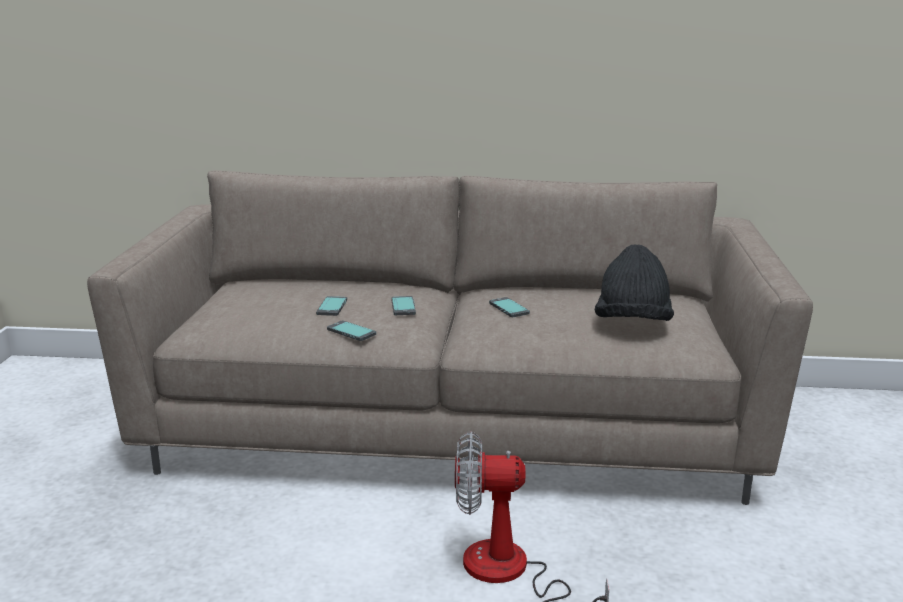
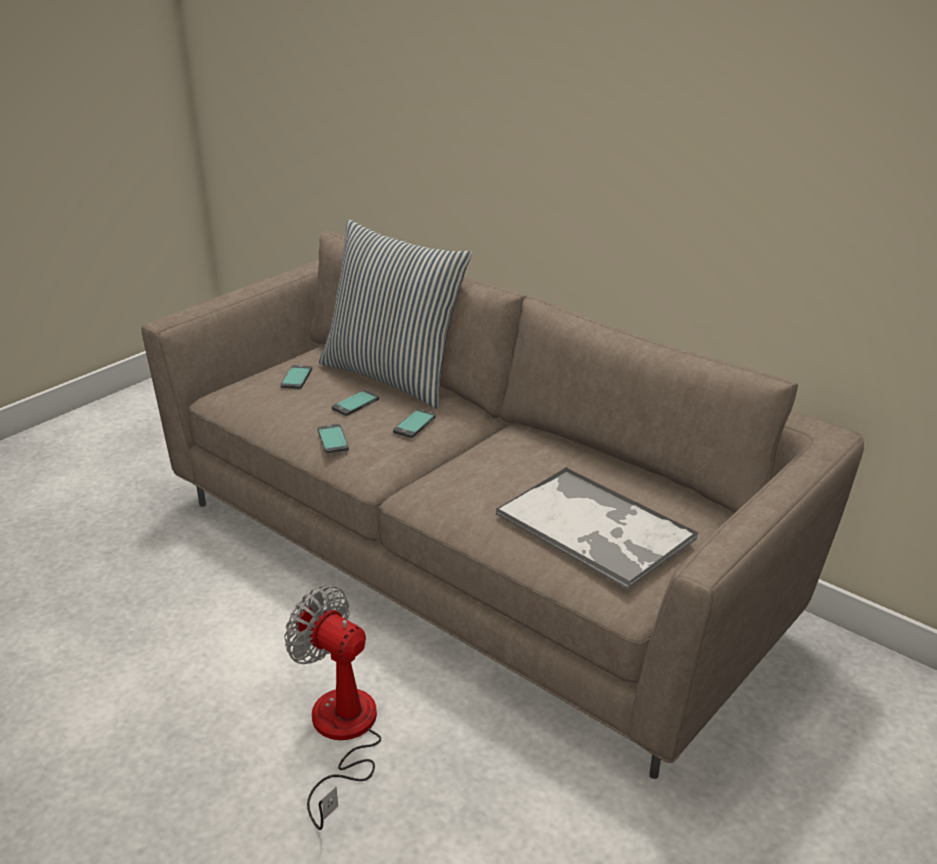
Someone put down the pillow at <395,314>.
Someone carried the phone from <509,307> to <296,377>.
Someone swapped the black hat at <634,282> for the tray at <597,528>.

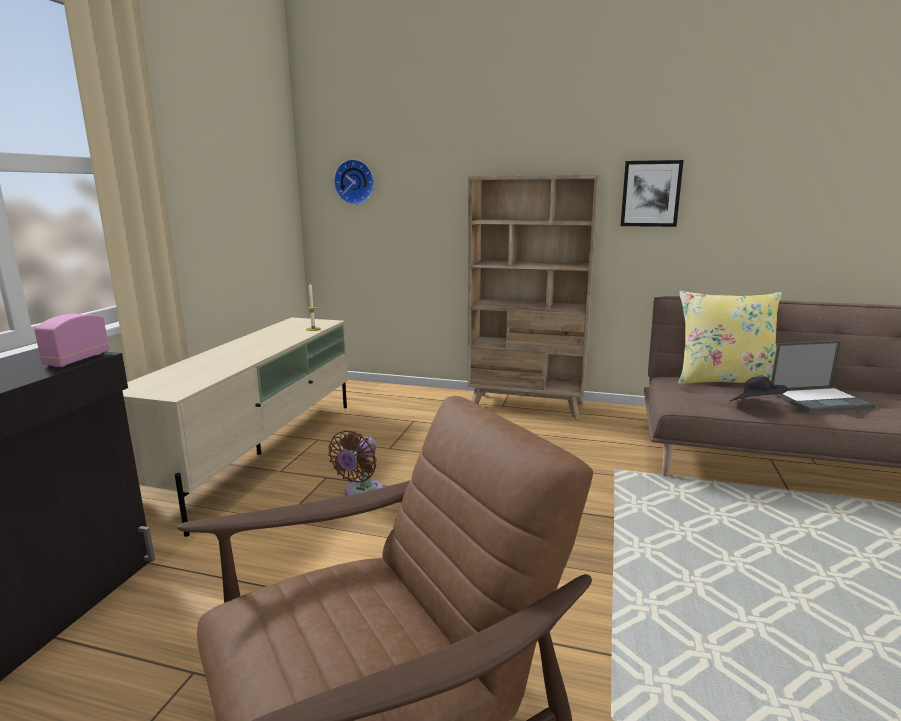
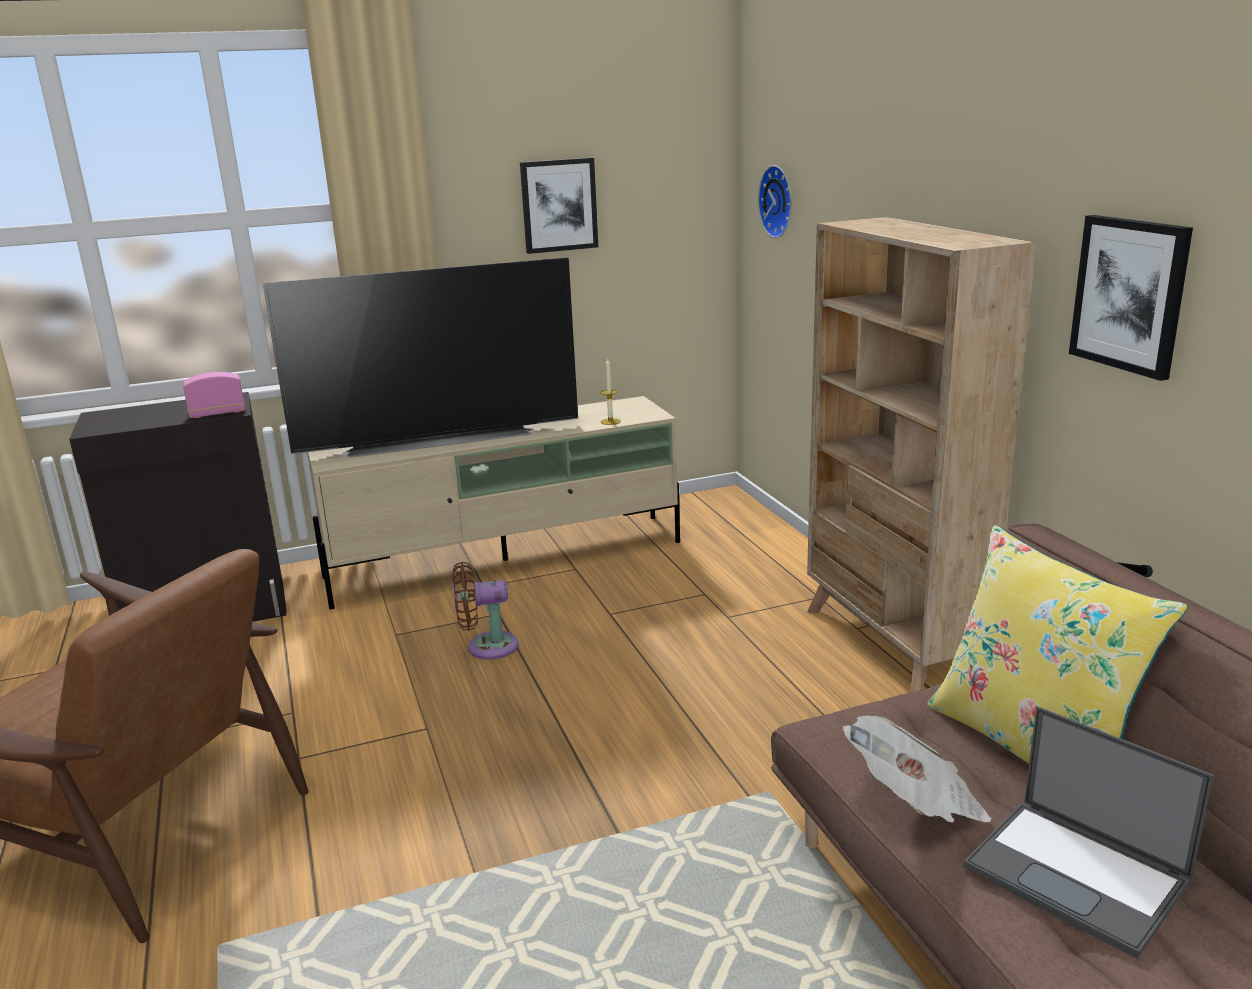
Someone put down the television at <420,357>.
Someone put up the picture at <559,206>.
Someone swapped the black hat at <758,389> for the newspaper at <917,769>.

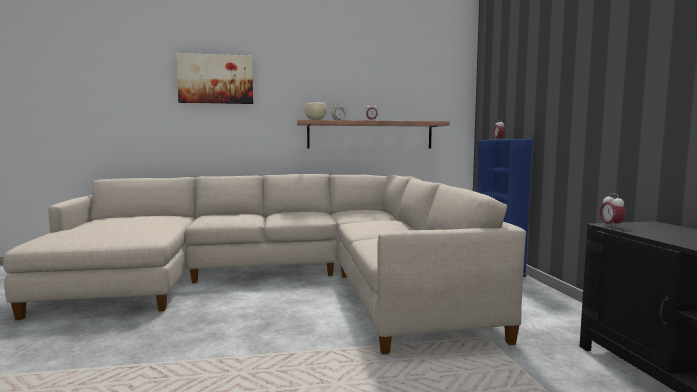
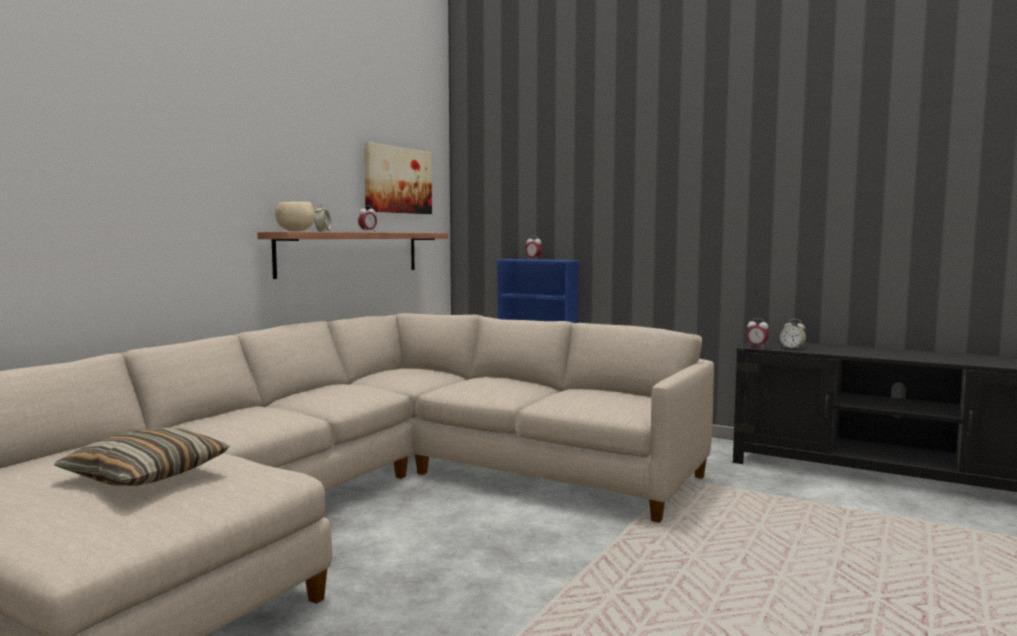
Someone put down the pillow at <141,456>.
Someone put down the alarm clock at <793,334>.
Someone carried the picture from <214,78> to <398,178>.

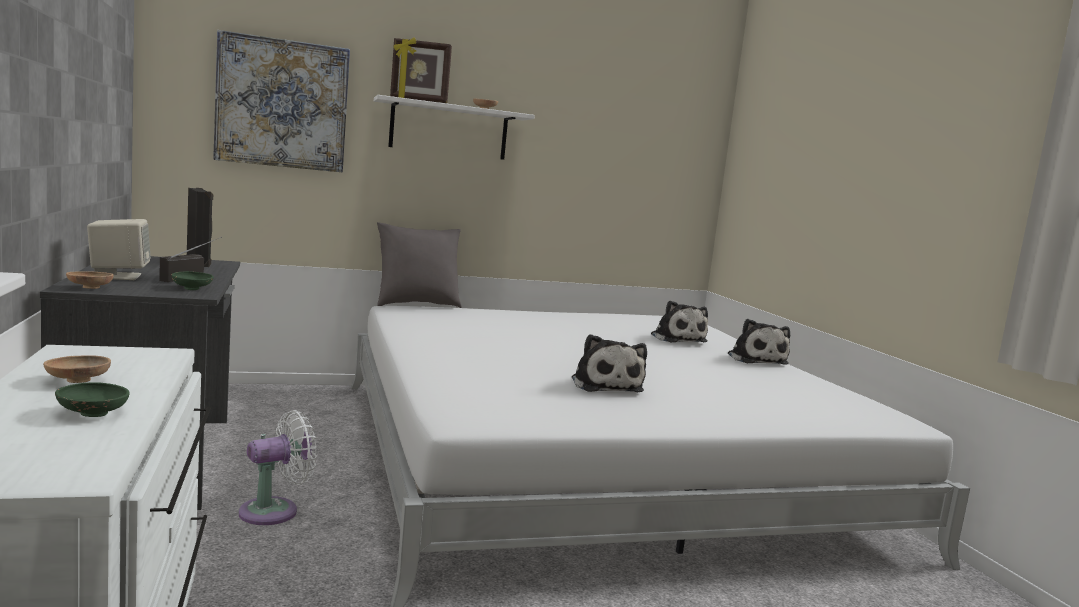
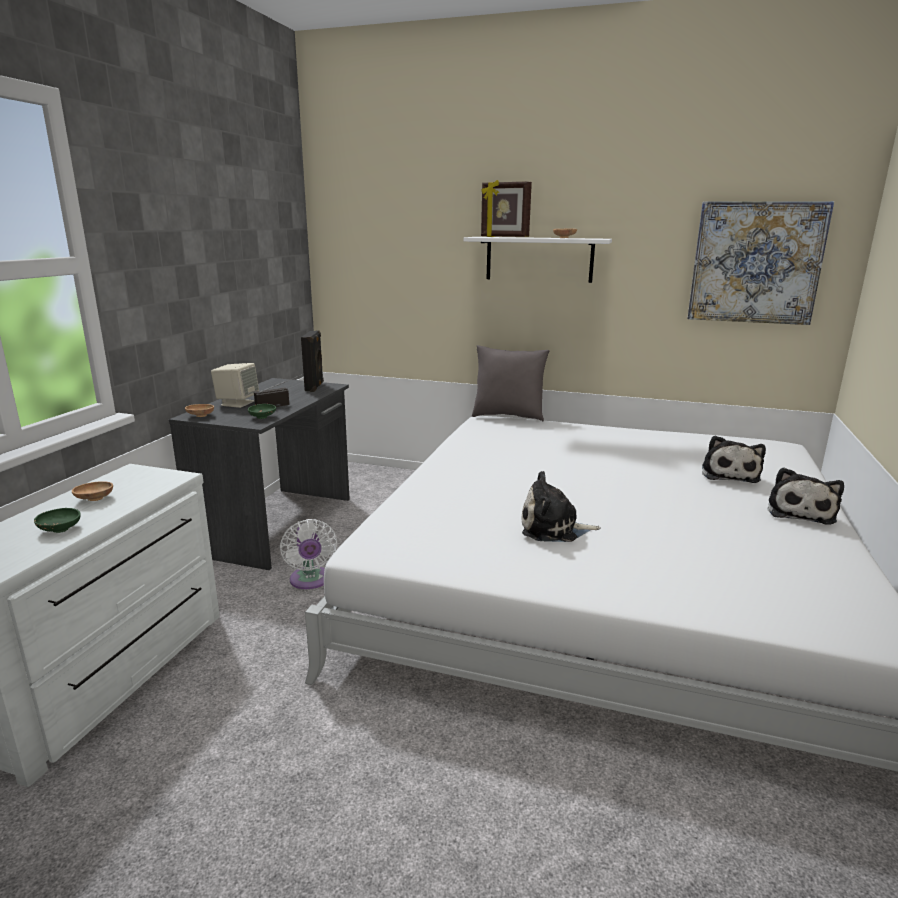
Someone carried the picture from <281,101> to <760,263>.
Someone rotated the white fan at <278,467> by 75 degrees clockwise.
Someone rotated the plush toy at <609,363> by 75 degrees clockwise.

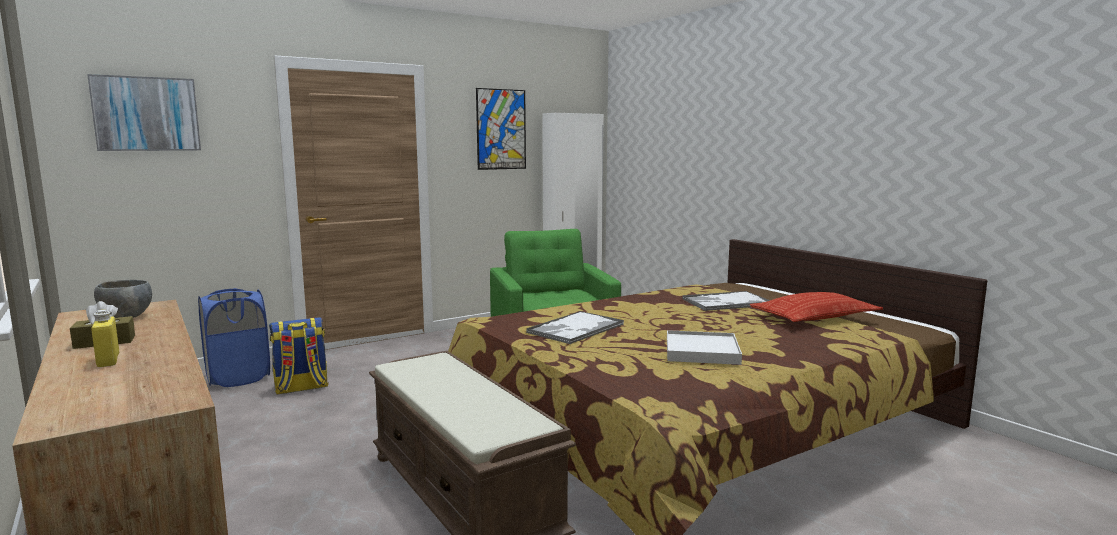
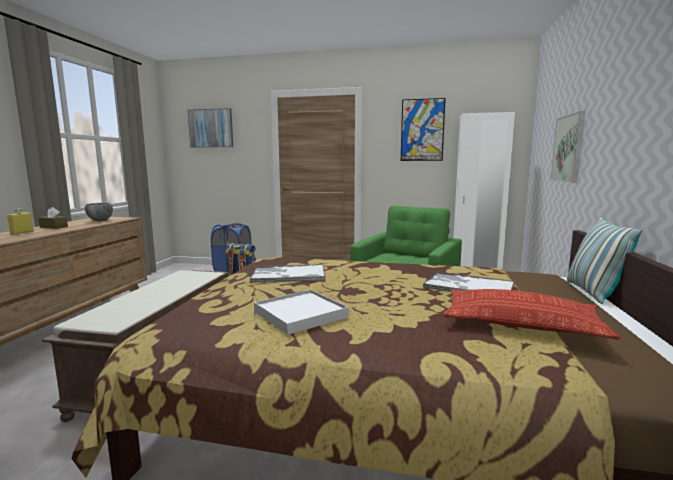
Someone put up the picture at <567,147>.
Someone put down the pillow at <605,260>.

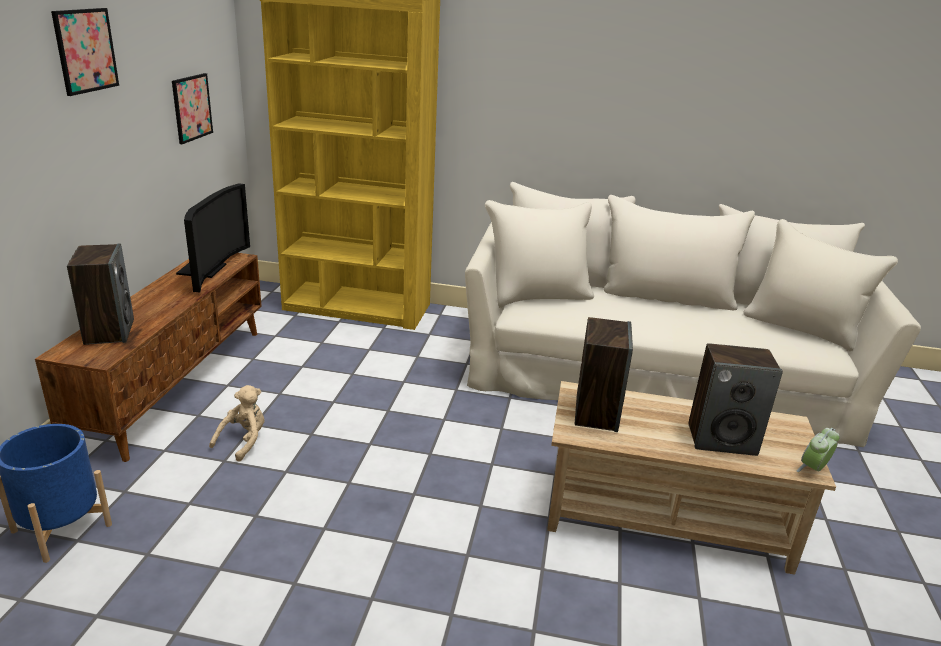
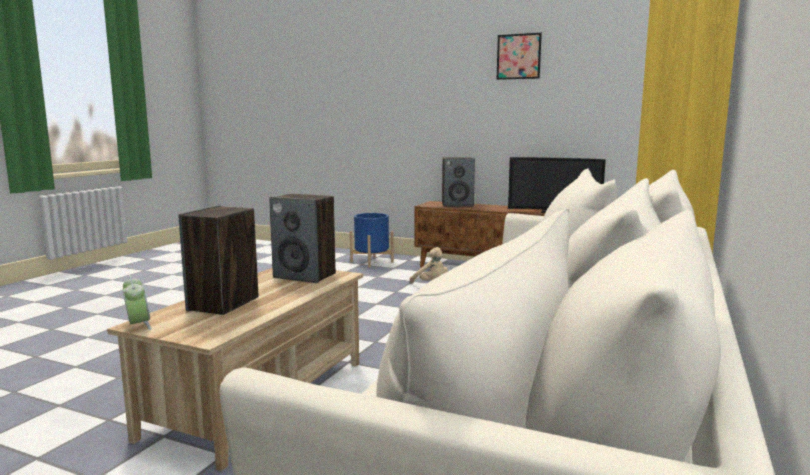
Someone took away the picture at <192,108>.

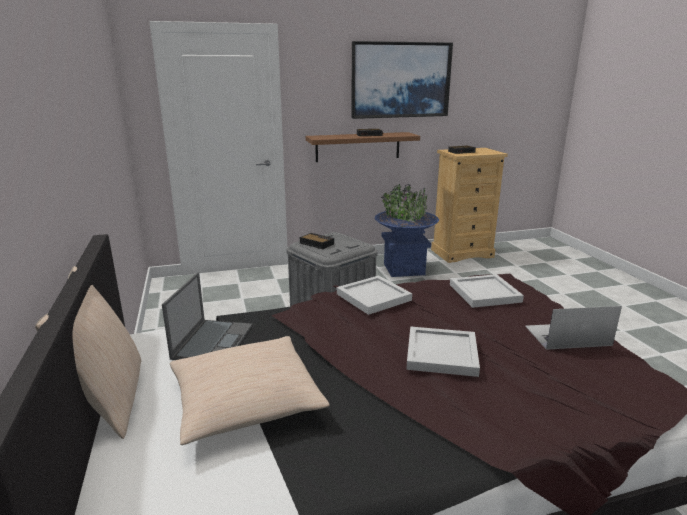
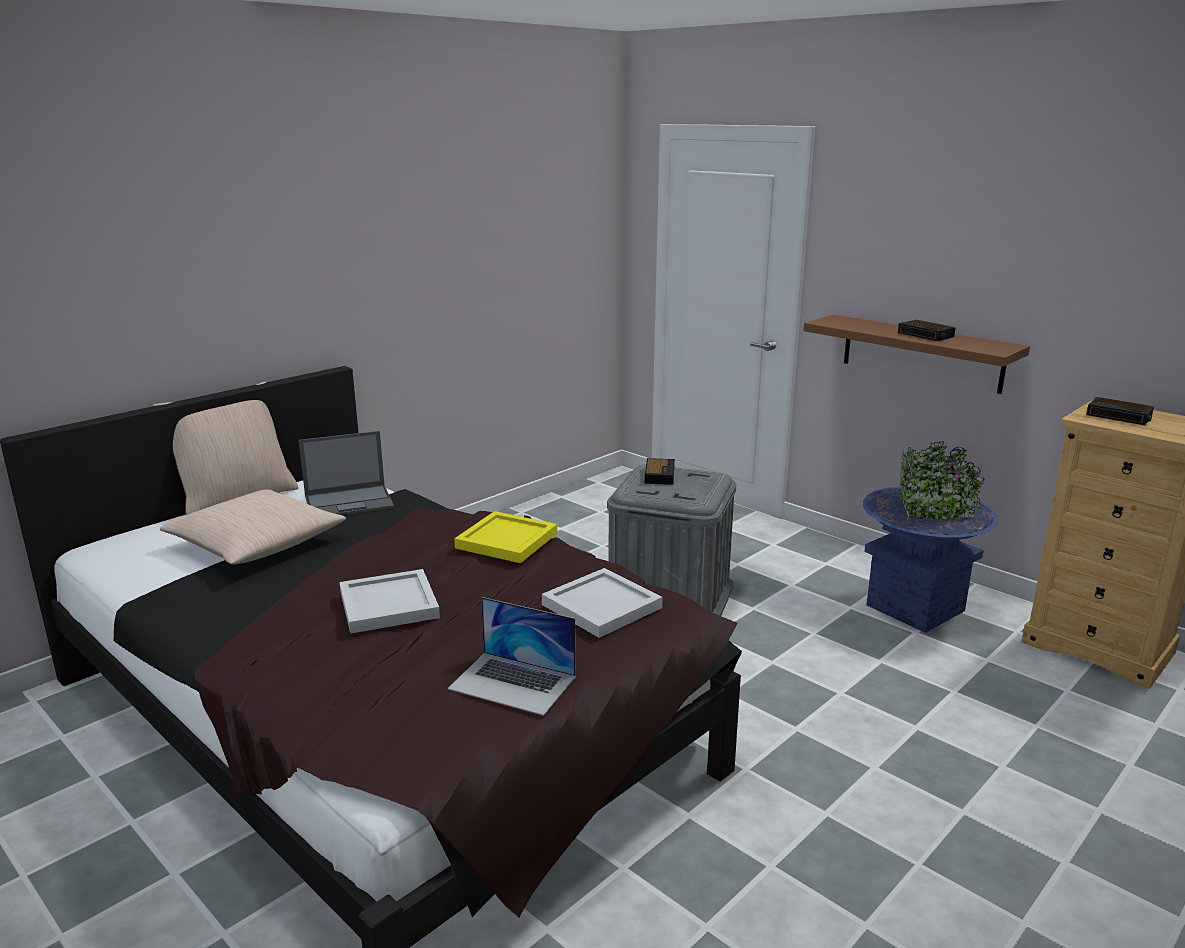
Someone took away the picture at <402,80>.
Someone repainted the white tray at <374,295>, which became the yellow tray at <505,537>.
Someone rotated the laptop at <573,328> by 150 degrees clockwise.

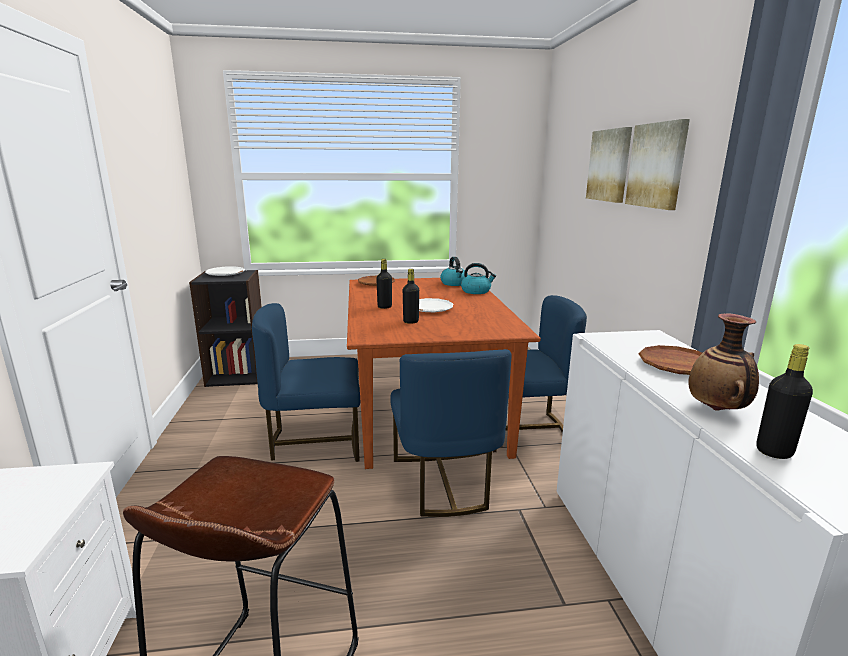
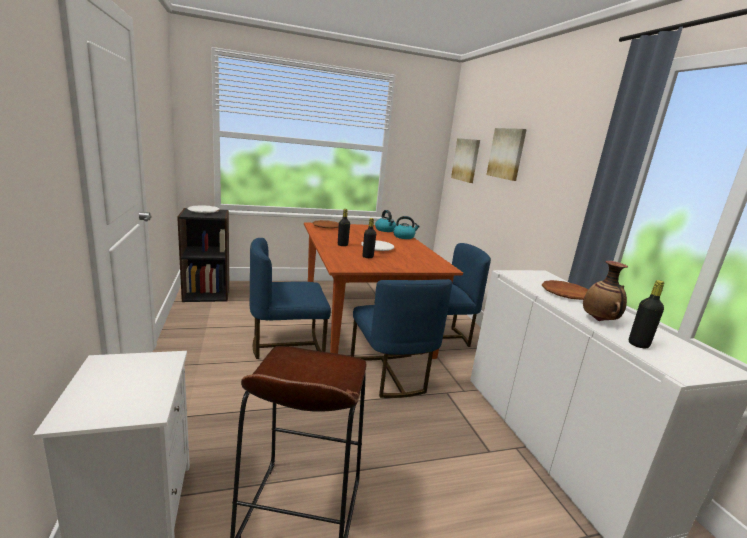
Someone carried the picture from <657,164> to <465,160>.

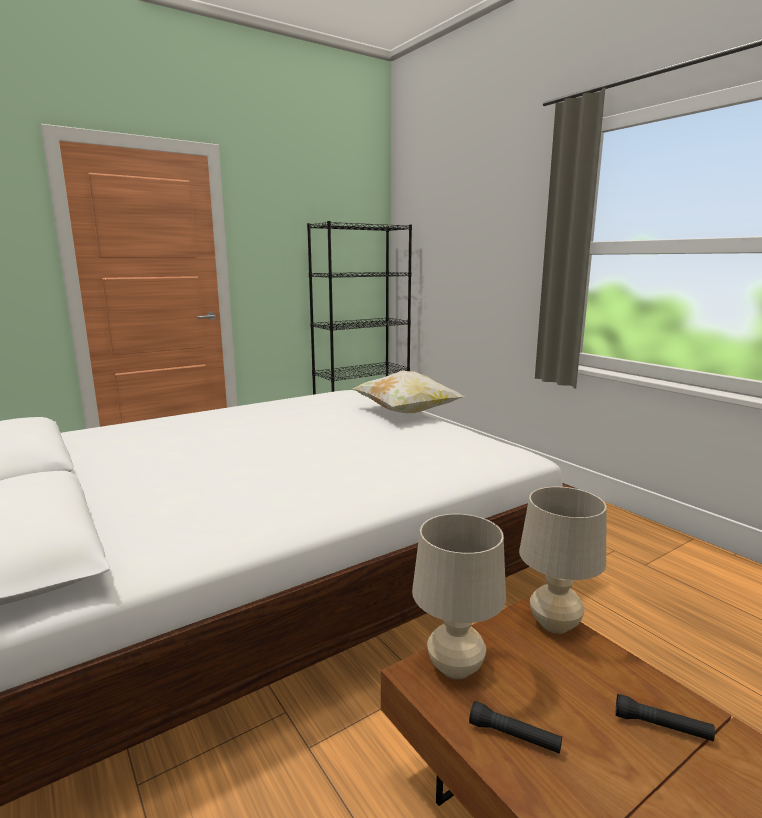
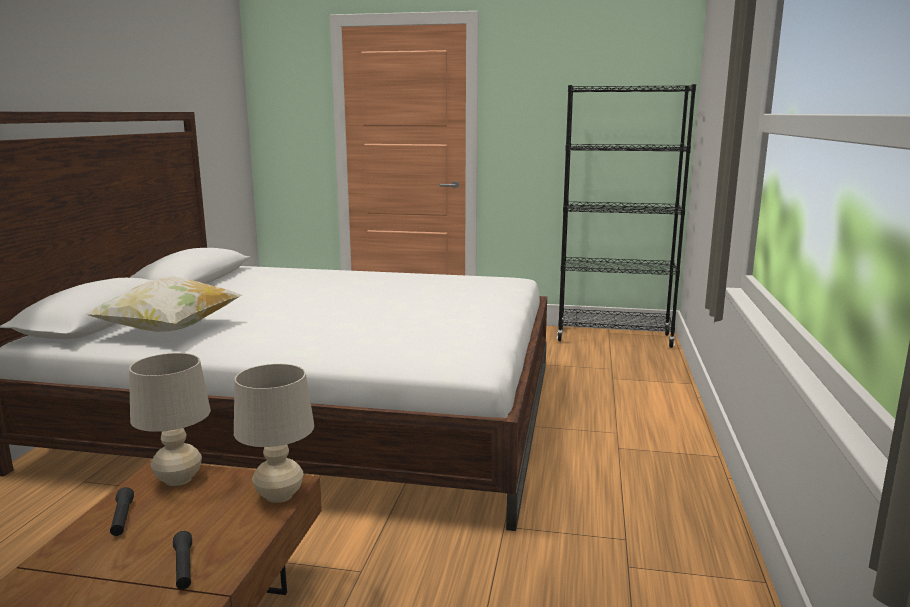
Someone carried the pillow from <408,392> to <163,304>.

